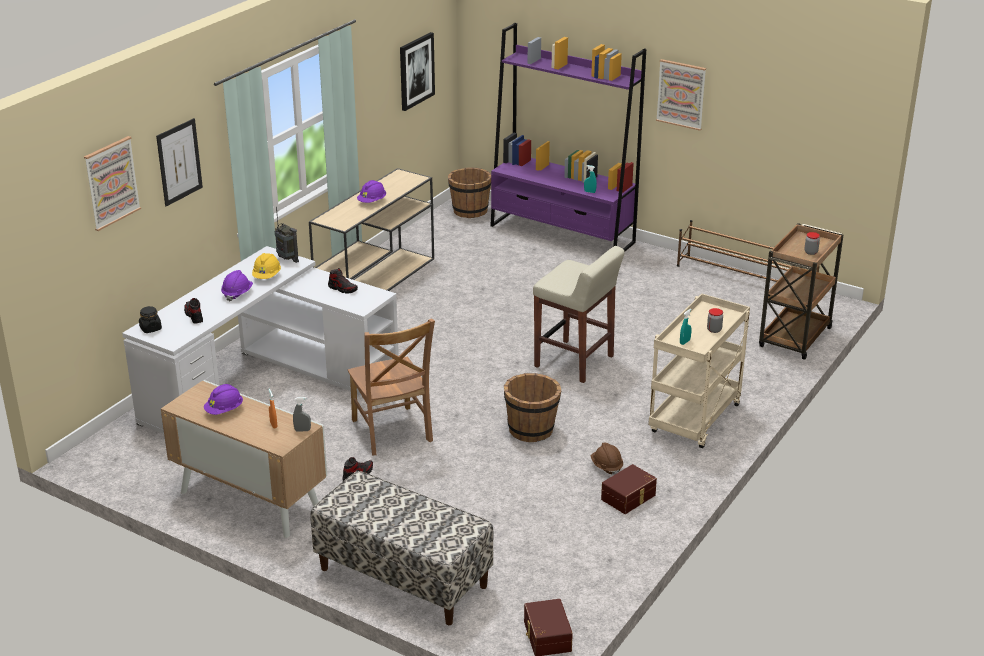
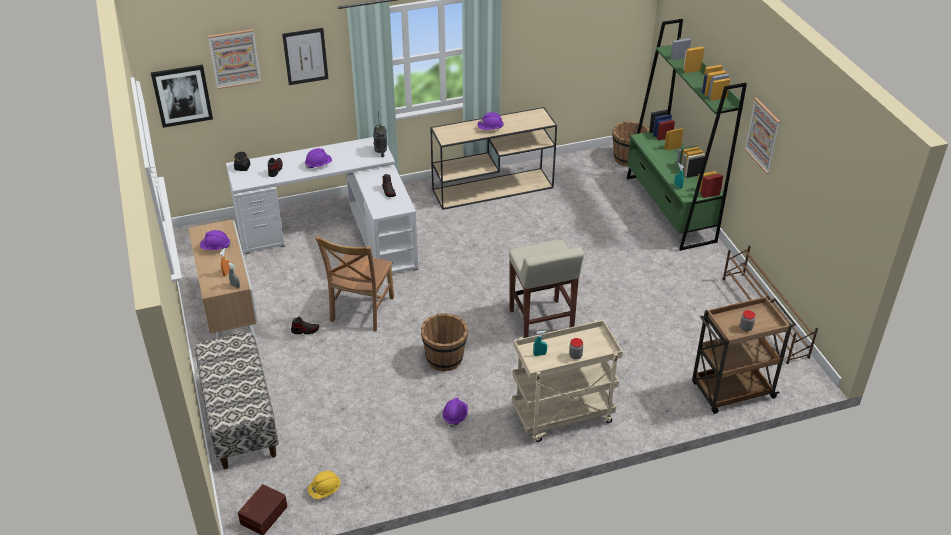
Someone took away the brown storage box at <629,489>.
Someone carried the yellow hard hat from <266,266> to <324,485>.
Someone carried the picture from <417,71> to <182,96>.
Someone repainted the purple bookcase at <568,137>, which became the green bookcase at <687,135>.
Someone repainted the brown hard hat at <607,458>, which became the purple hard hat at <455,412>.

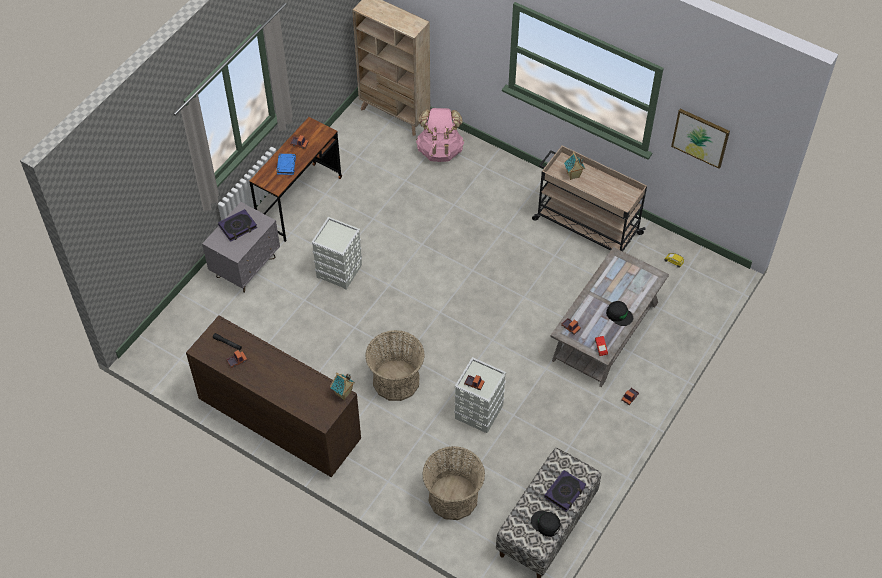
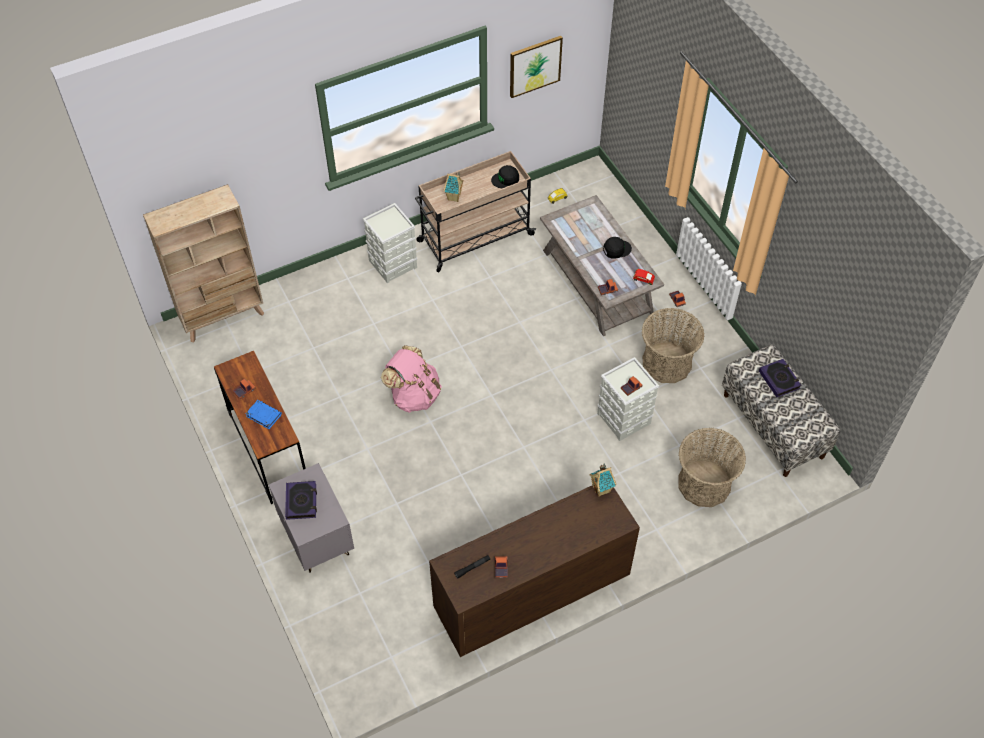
Someone carried the grey storage box from <336,253> to <390,243>.
Someone carried the basket from <395,365> to <673,345>.
Someone carried the pink backpack from <440,135> to <411,379>.
Someone carried the black cap from <546,524> to <505,176>.

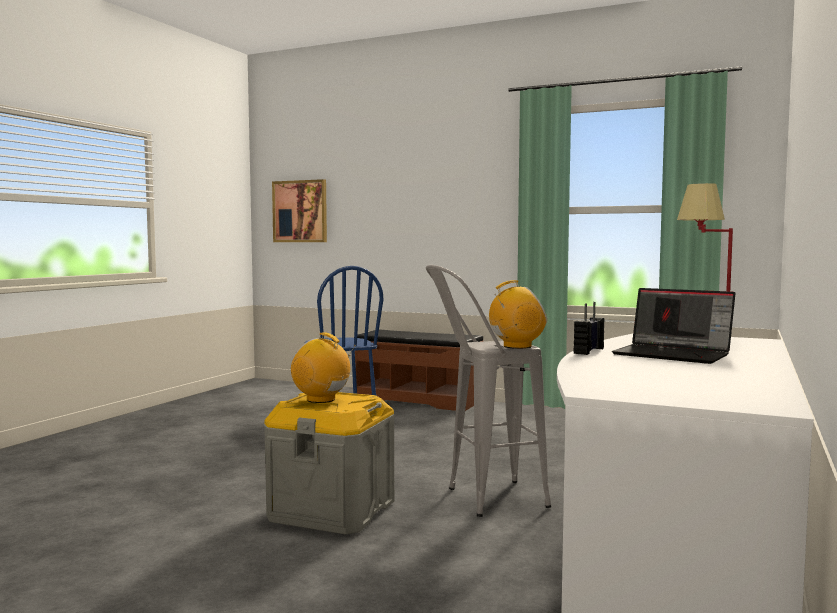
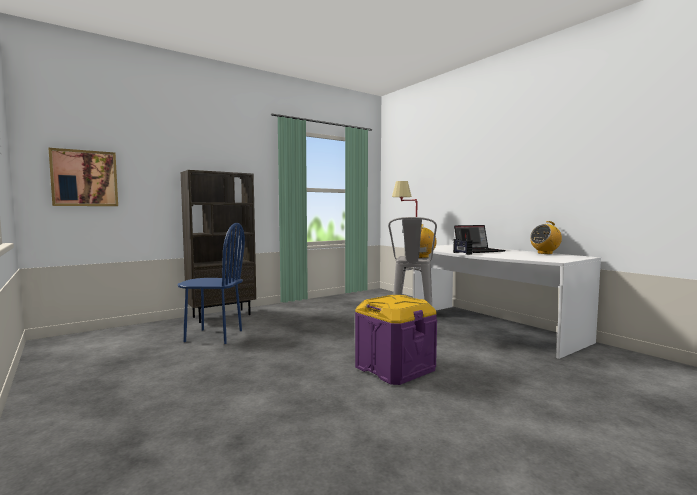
Someone carried the radio from <323,367> to <546,237>.
Someone swapped the brown bench at <419,370> for the brown bookcase at <218,246>.
Someone repainted the grey storage box at <329,463>, which became the purple storage box at <396,340>.

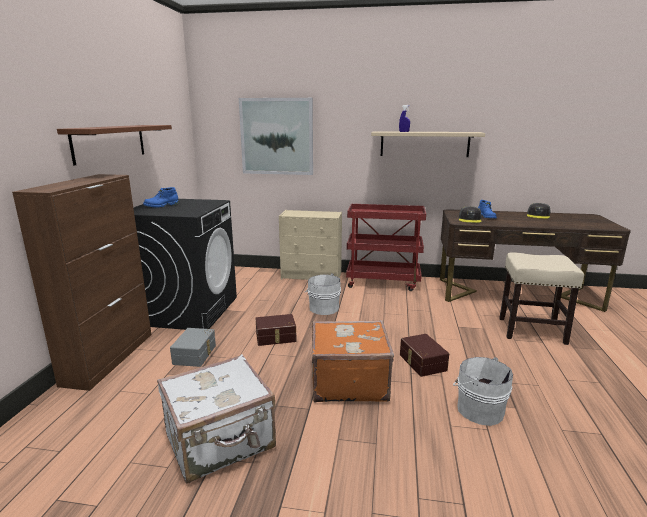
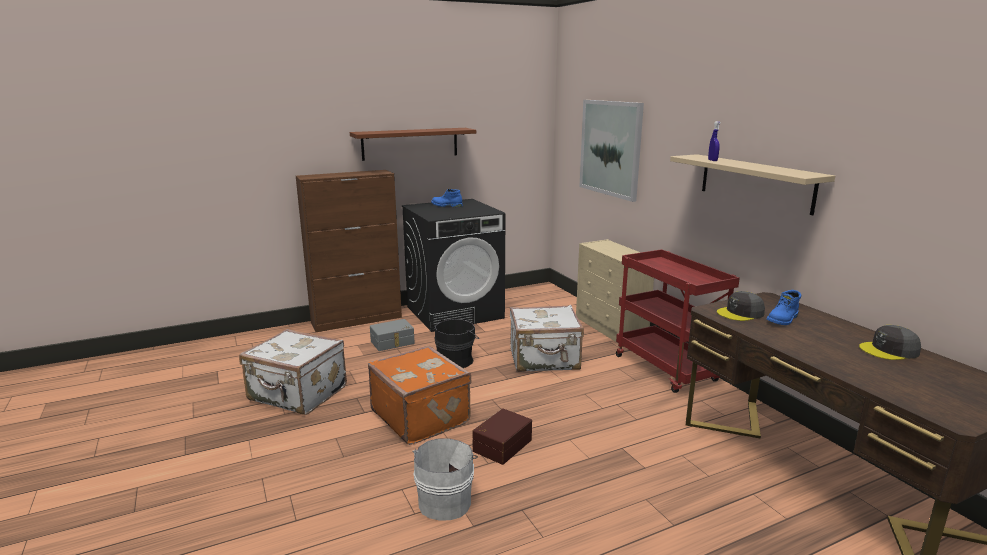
Someone took away the beige stool at <541,298>.
Someone swapped the brown storage box at <276,330> for the black bucket at <457,343>.
Someone swapped the white bucket at <323,294> for the white suitcase at <547,338>.

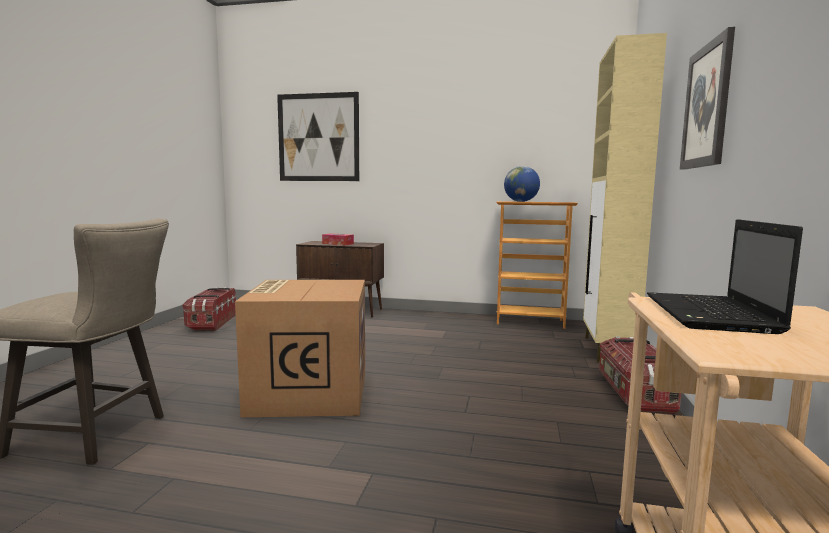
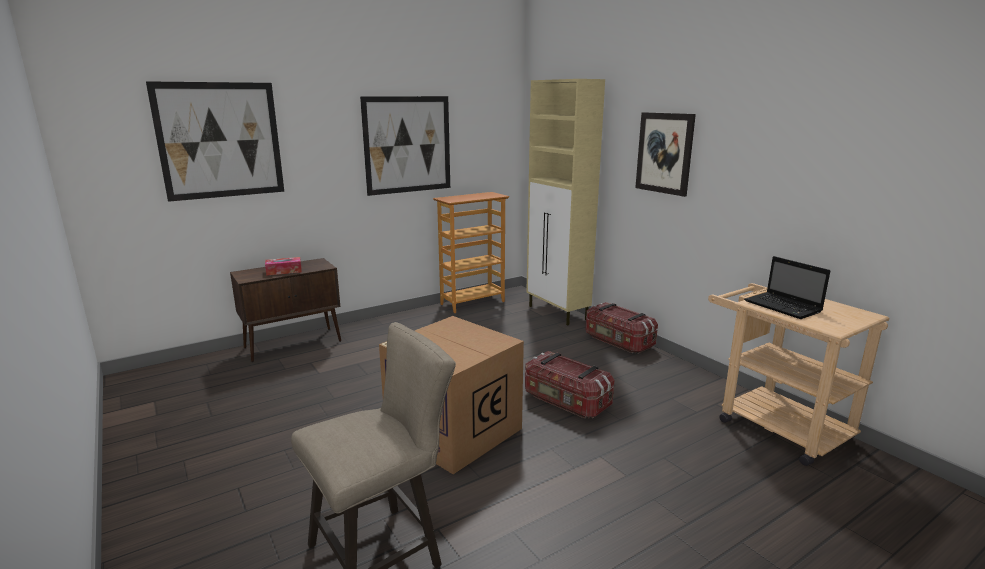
Someone took away the globe at <522,184>.
Someone put up the picture at <405,146>.
Someone carried the storage box from <209,309> to <569,384>.

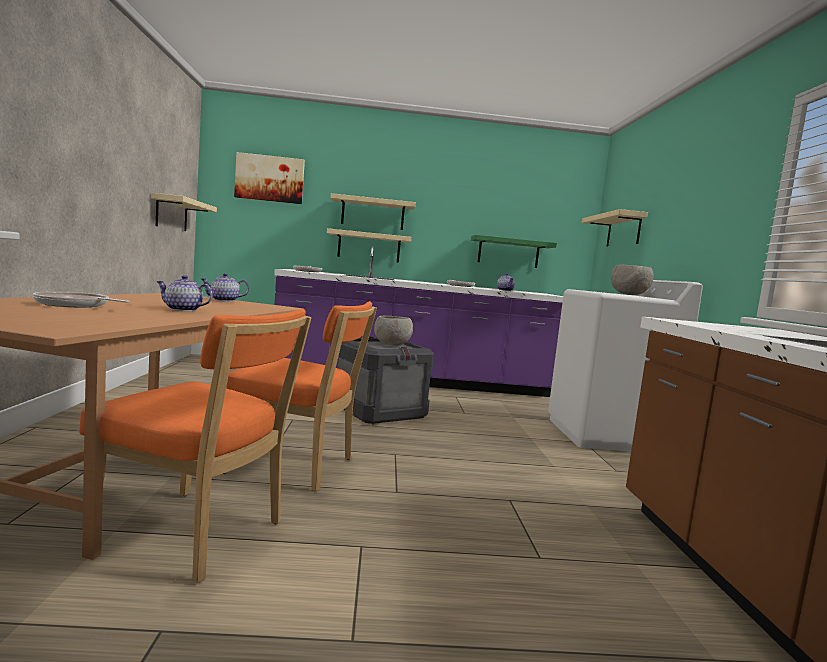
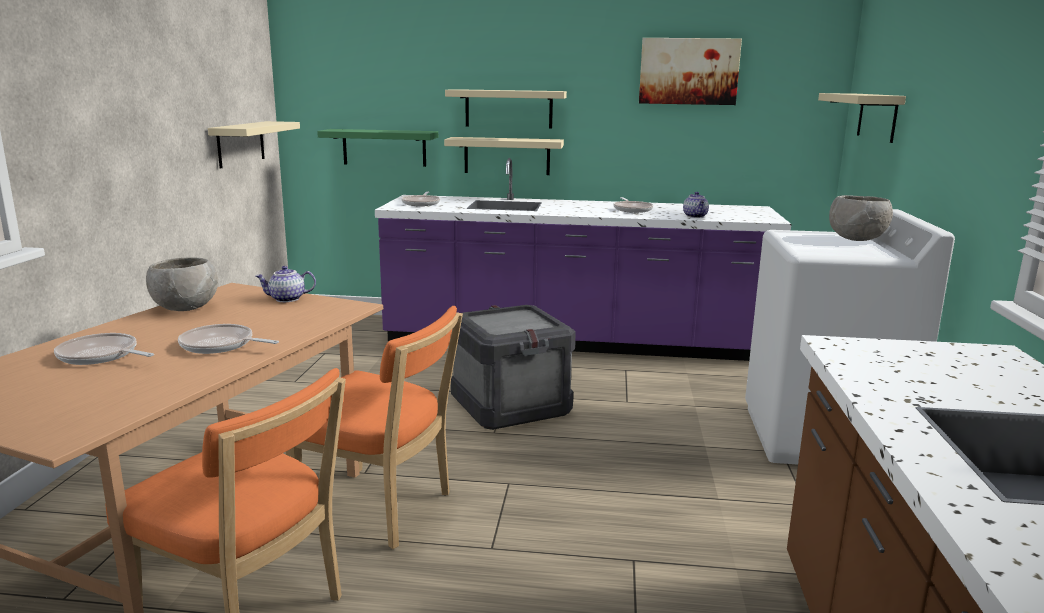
Someone carried the picture from <269,178> to <690,71>.
Someone carried the grey bowl from <393,331> to <182,284>.
Someone carried the green shelf from <514,251> to <377,148>.
Someone swapped the teapot at <185,293> for the frying pan at <228,339>.

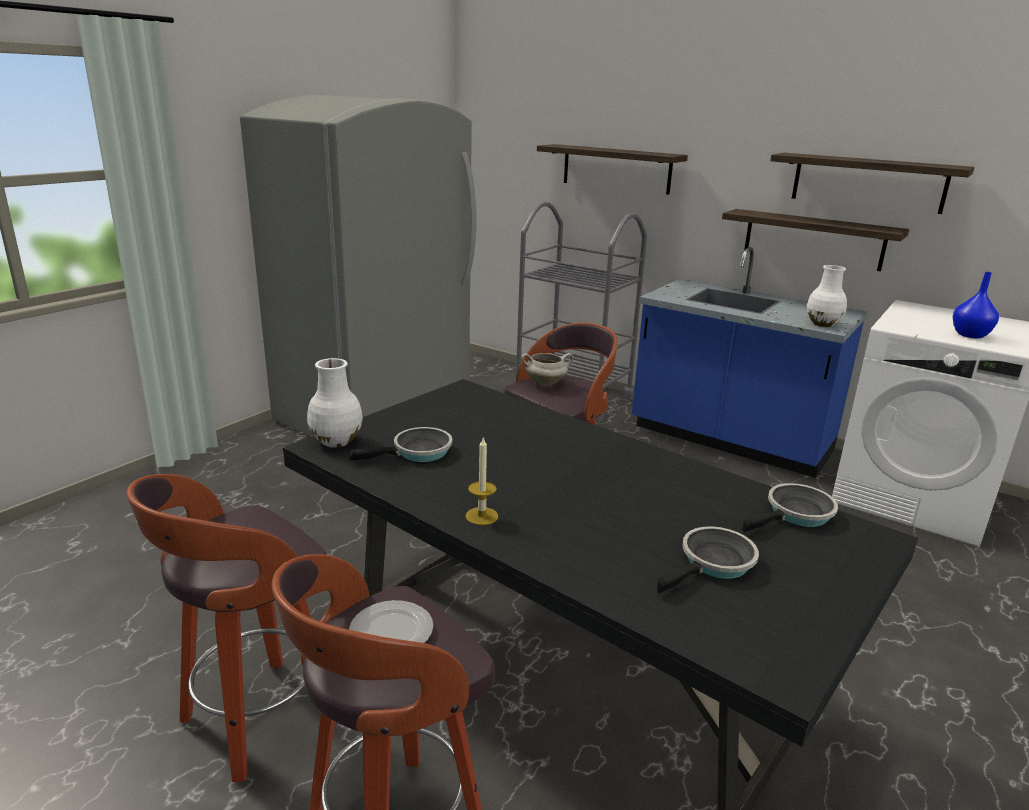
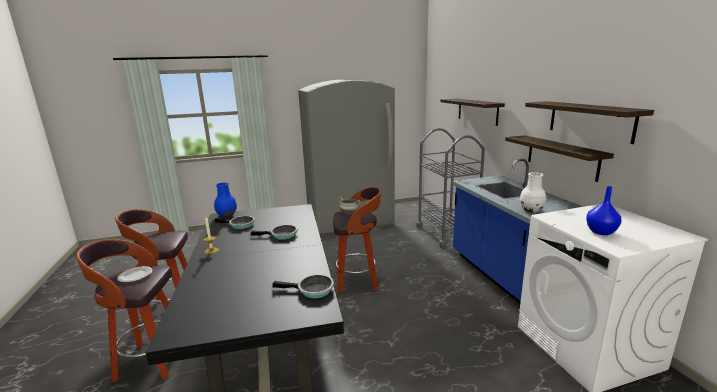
Someone carried the frying pan from <708,559> to <274,232>.
Someone repainted the white vase at <335,403>, which became the blue vase at <225,200>.

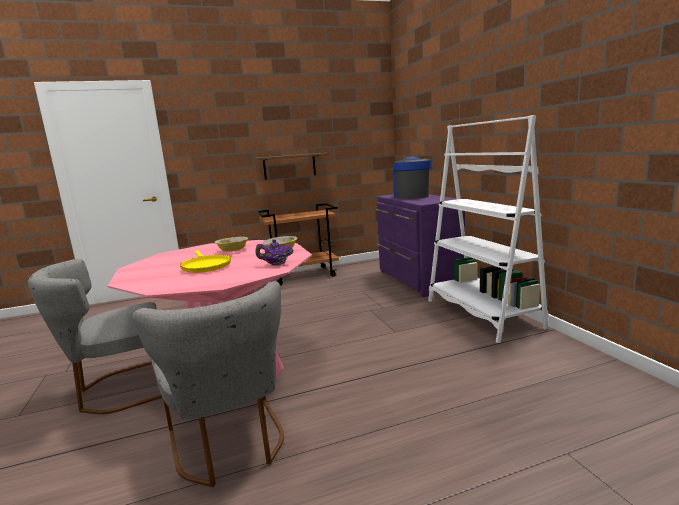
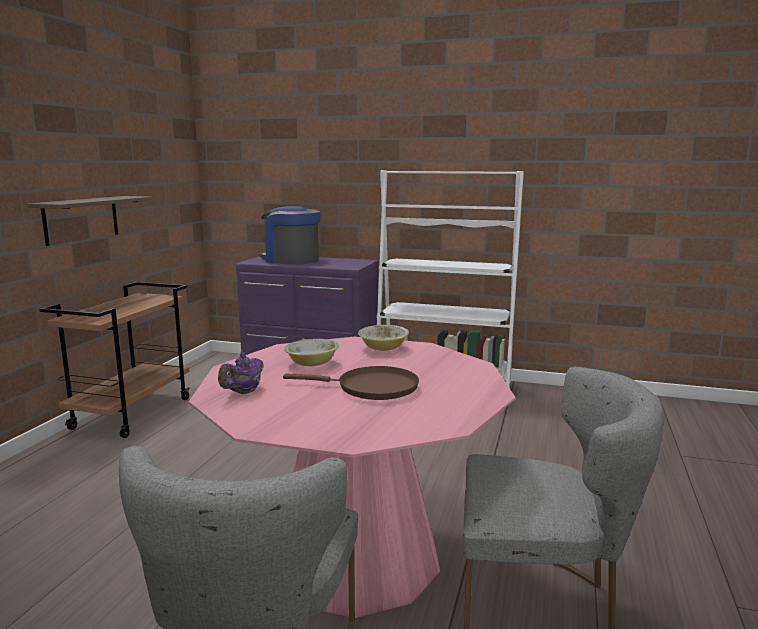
Someone carried the purple teapot from <274,252> to <241,373>.
Someone repainted the yellow frying pan at <205,261>, which became the brown frying pan at <351,383>.

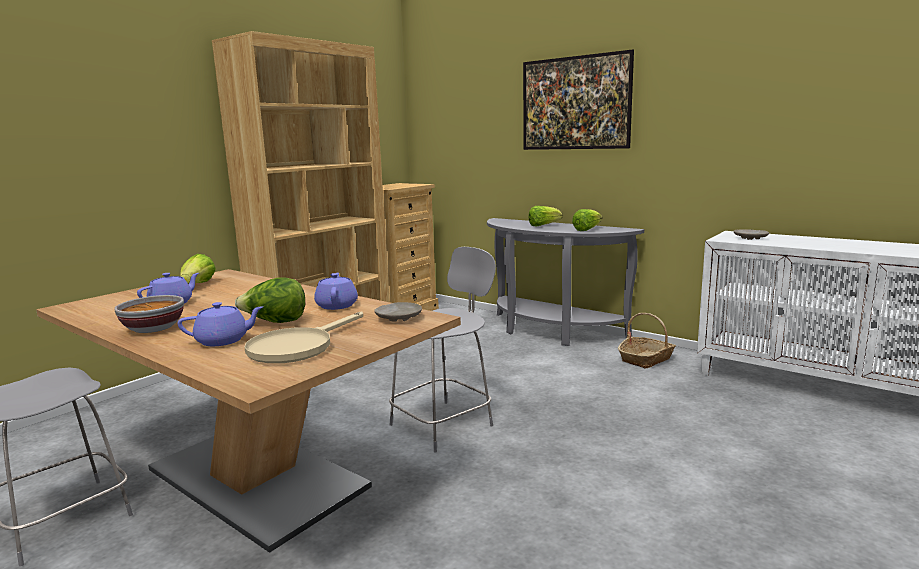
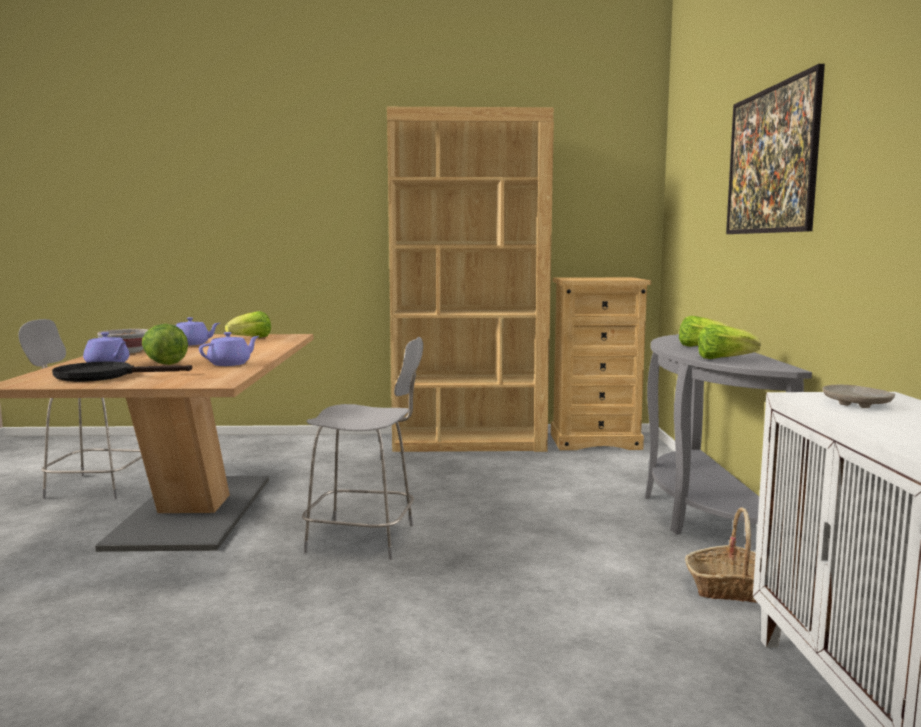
Someone took away the beige plate at <398,312>.
Someone repainted the beige frying pan at <303,337>, which became the black frying pan at <122,372>.

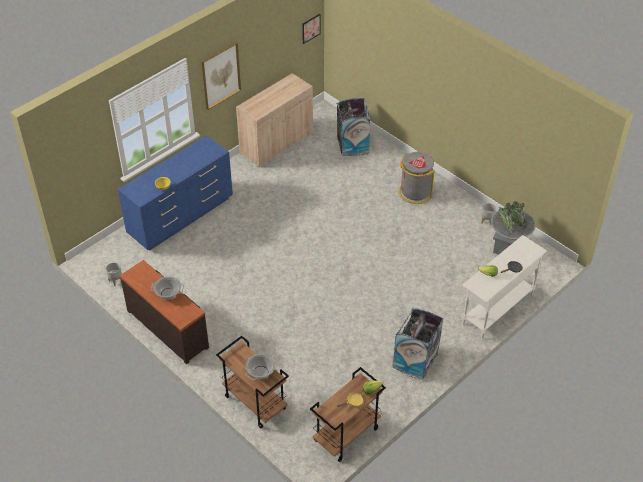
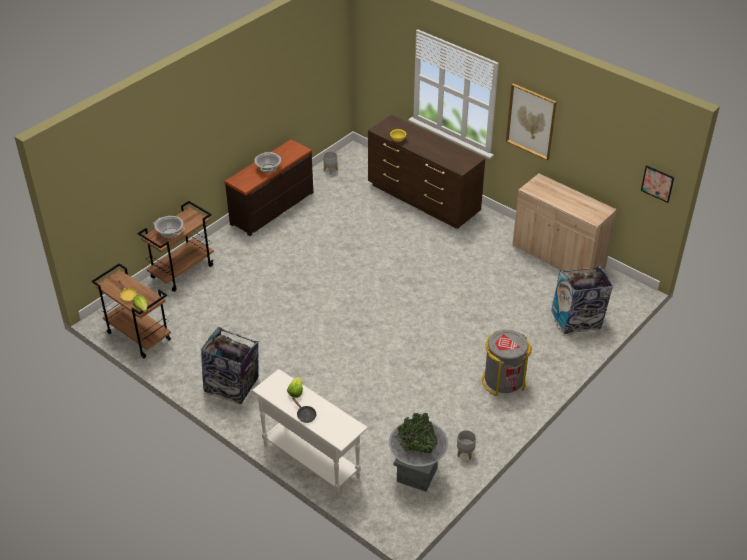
Someone repainted the blue dresser at <175,192>, which became the brown dresser at <426,172>.

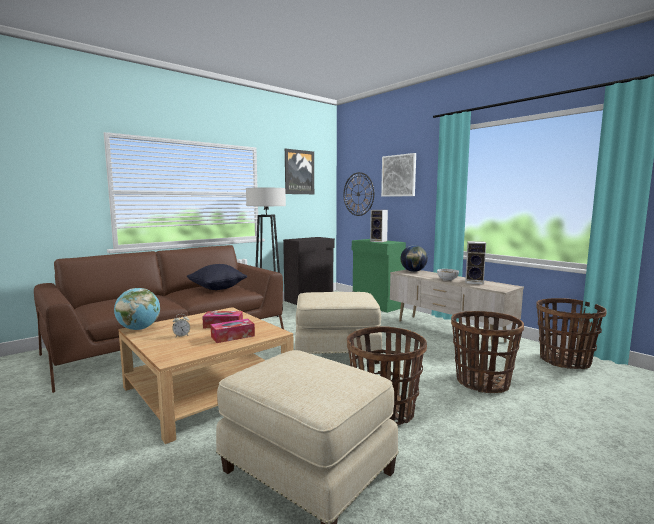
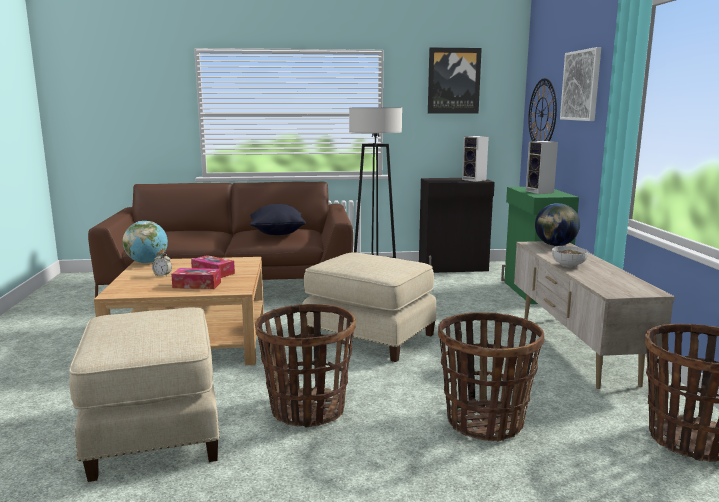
Someone carried the speaker from <475,263> to <475,159>.

